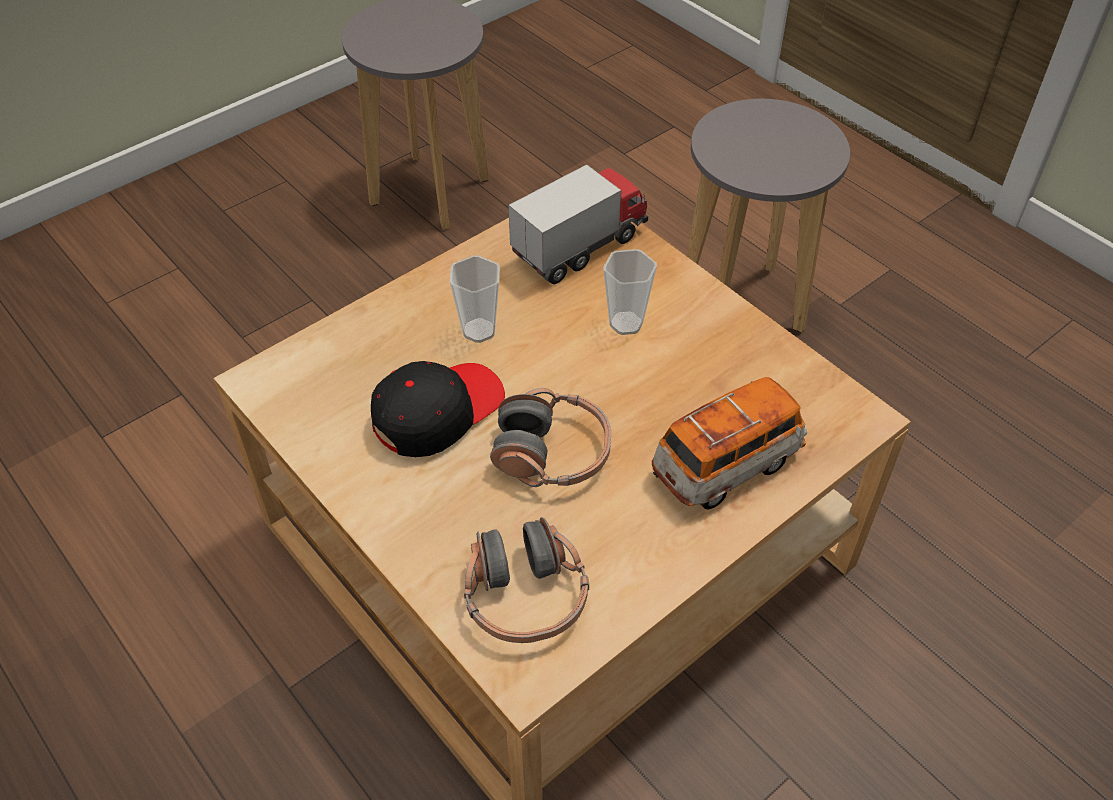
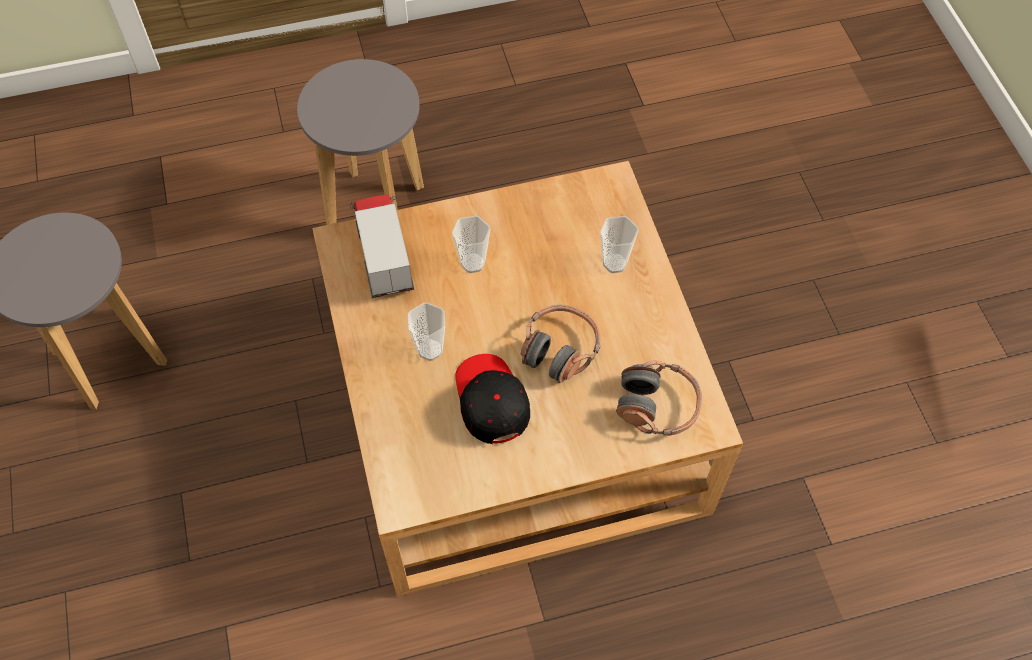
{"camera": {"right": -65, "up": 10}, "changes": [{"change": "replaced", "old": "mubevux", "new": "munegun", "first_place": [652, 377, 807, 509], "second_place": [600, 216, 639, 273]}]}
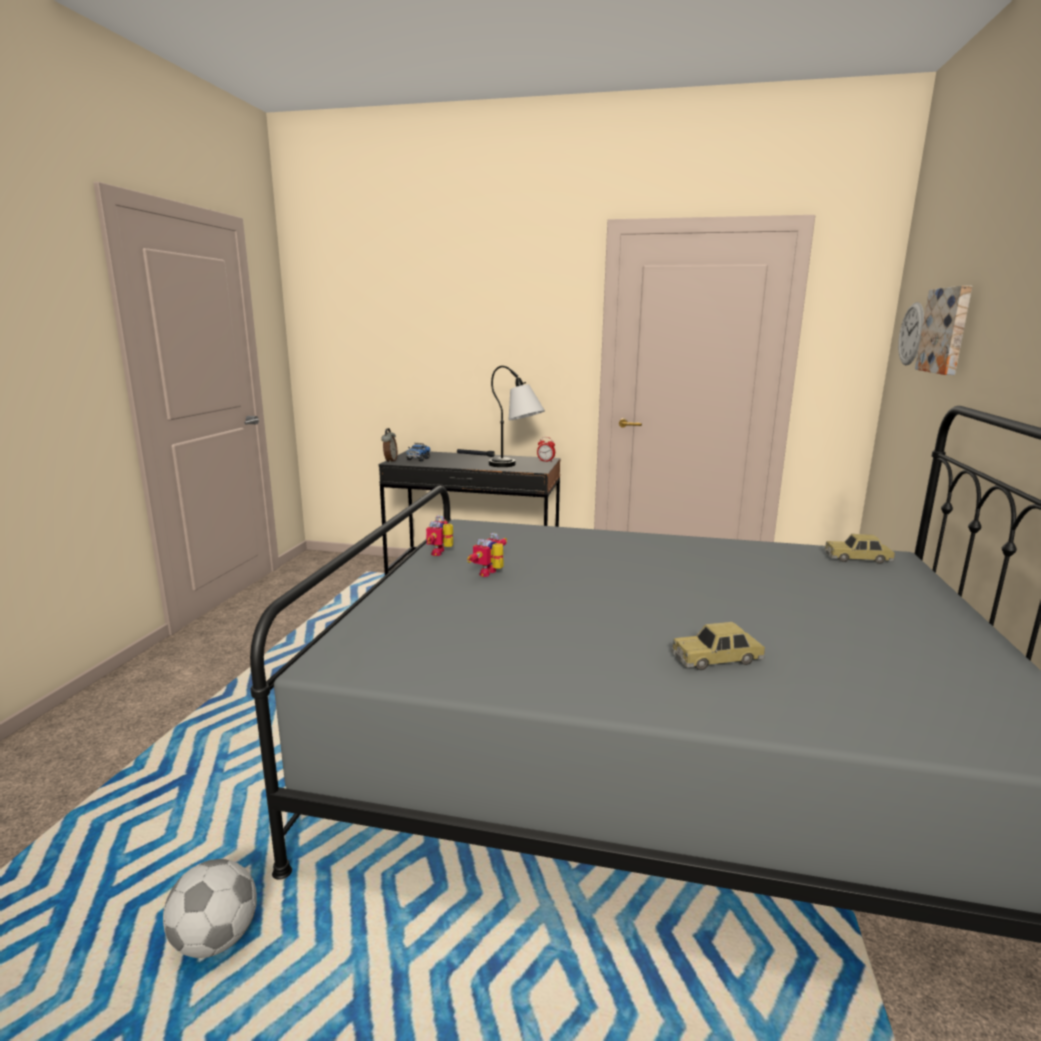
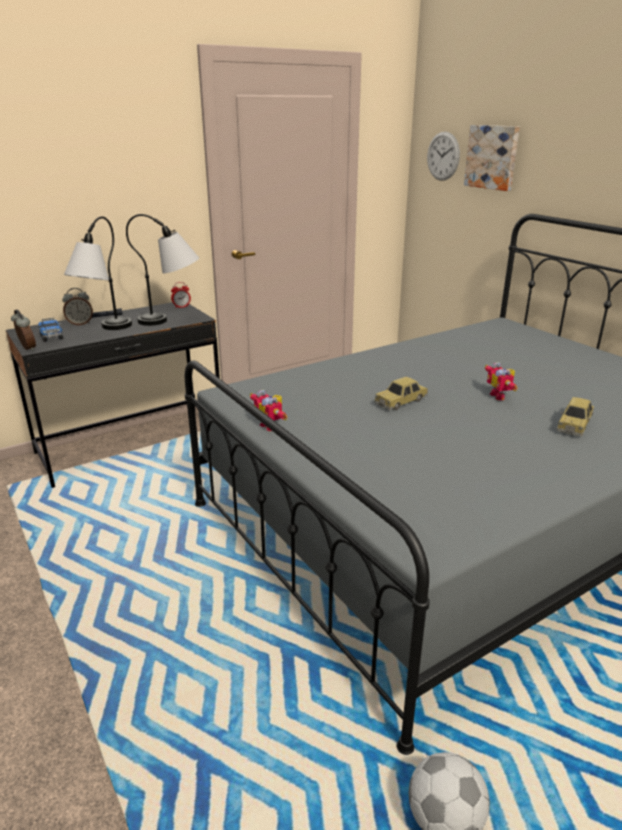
{"camera": {"right": -45, "up": 10}, "changes": [{"change": "moved", "old": "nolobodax", "first_place": [467, 533, 507, 577], "second_place": [485, 362, 518, 400]}, {"change": "moved", "old": "mubevux", "first_place": [824, 534, 895, 564], "second_place": [374, 377, 428, 410]}, {"change": "added", "new": "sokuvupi", "second_place": [64, 216, 132, 330]}, {"change": "added", "new": "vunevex", "second_place": [62, 288, 93, 326]}]}
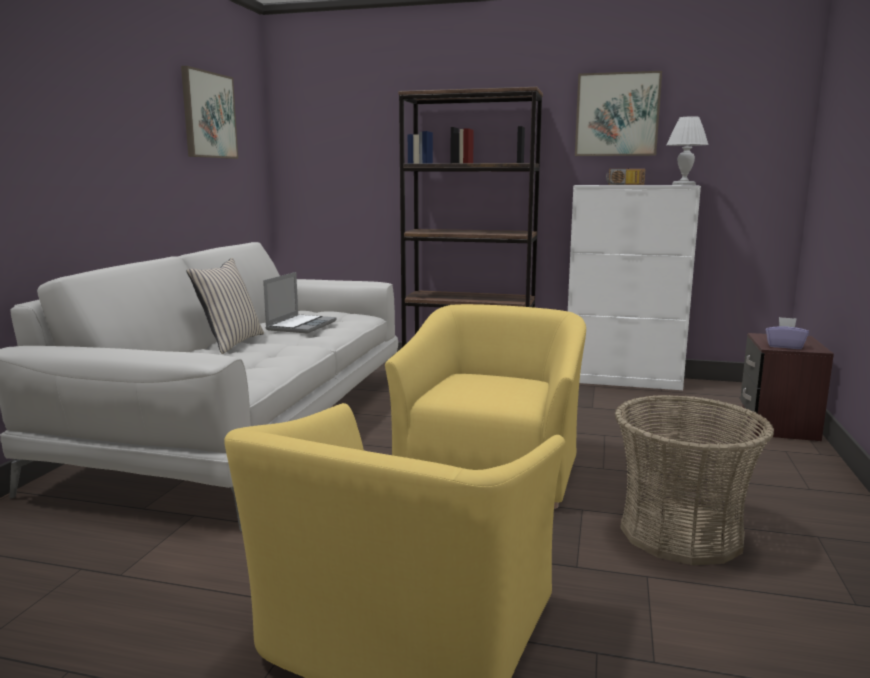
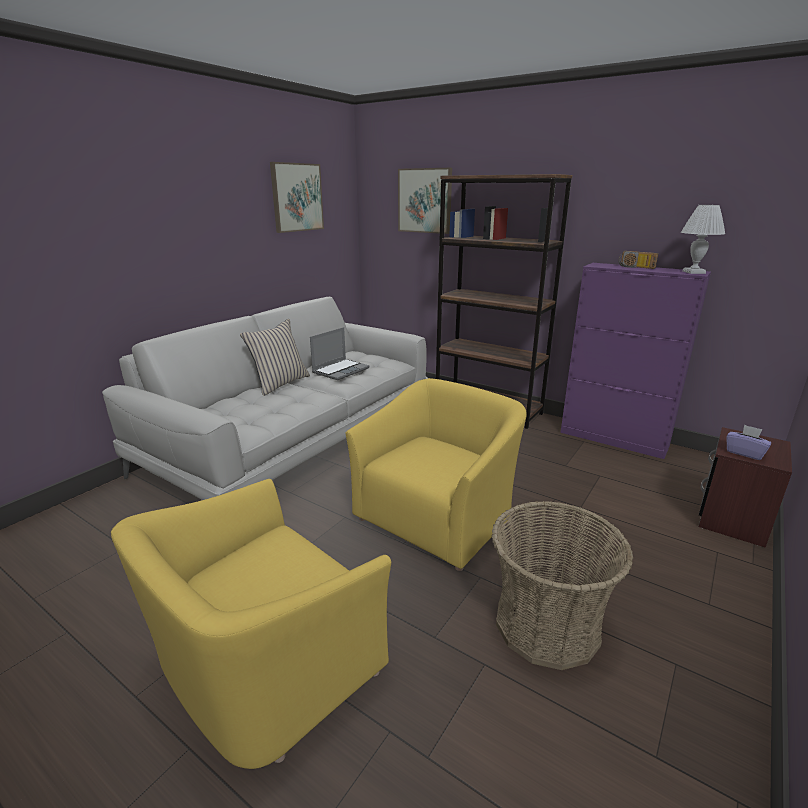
{"camera": {"right": 20, "up": 10}, "changes": [{"change": "moved", "old": "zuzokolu", "first_place": [575, 71, 662, 156], "second_place": [398, 168, 452, 234]}, {"change": "recoloured", "old": "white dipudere", "new": "purple dipudere", "first_place": [568, 185, 701, 390], "second_place": [560, 263, 711, 459]}]}
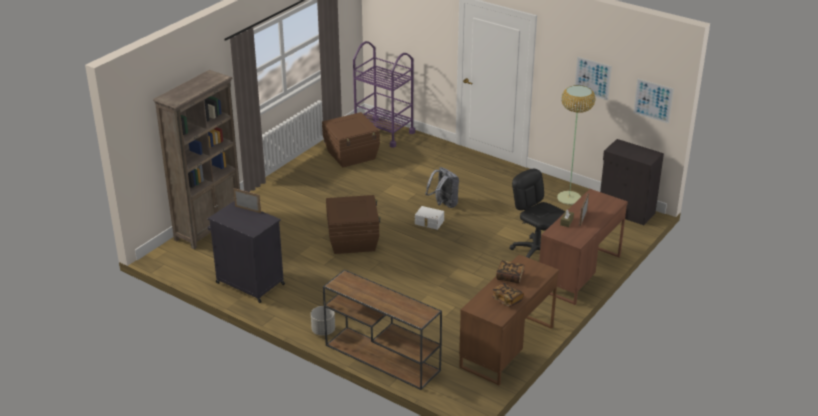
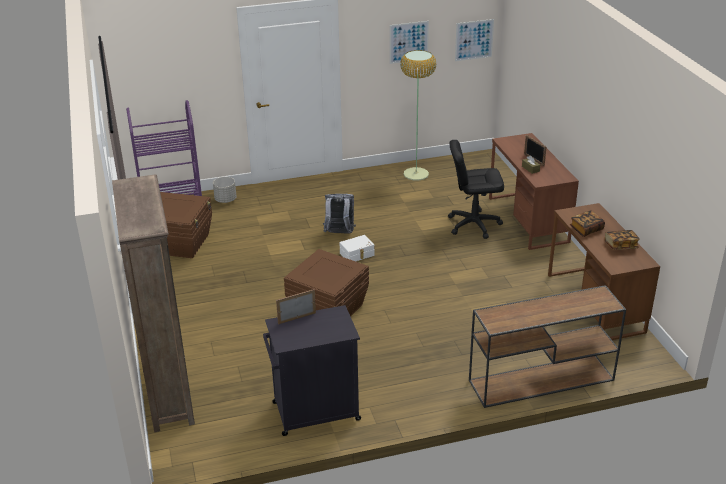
{"camera": {"right": -50, "up": 0}, "changes": [{"change": "removed", "old": "black dipudere", "first_place": [600, 139, 664, 225]}, {"change": "moved", "old": "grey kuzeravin", "first_place": [311, 306, 335, 336], "second_place": [213, 177, 237, 203]}]}
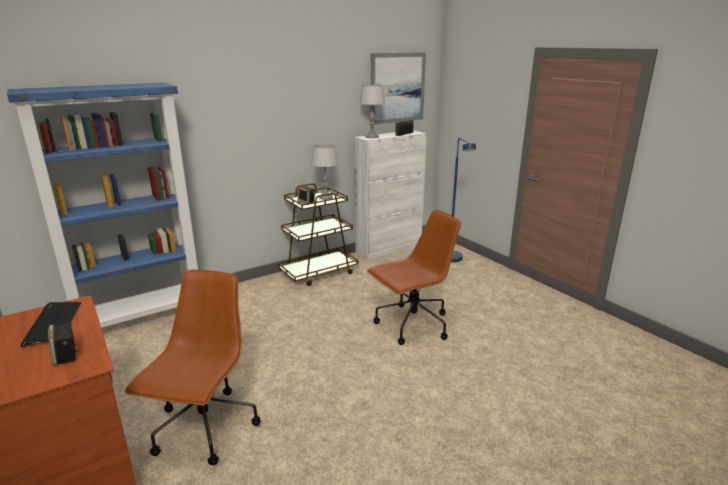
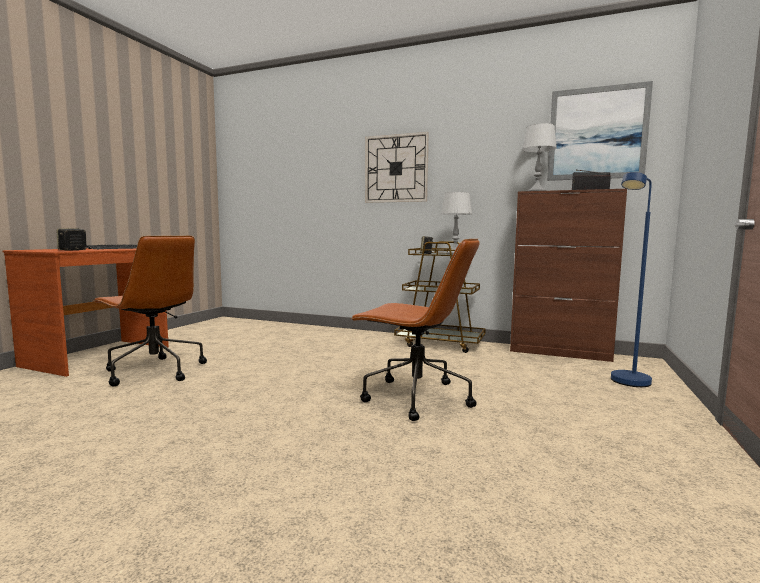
{"camera": {"right": 55, "up": -15}, "changes": [{"change": "removed", "old": "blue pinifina", "first_place": [7, 83, 198, 328]}, {"change": "recoloured", "old": "white dipudere", "new": "brown dipudere", "first_place": [355, 130, 427, 260], "second_place": [510, 189, 627, 362]}, {"change": "turned", "old": "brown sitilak", "first_place": [125, 269, 261, 465], "second_place": [93, 236, 207, 386], "degrees": 60}, {"change": "added", "new": "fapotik", "second_place": [365, 132, 429, 203]}]}
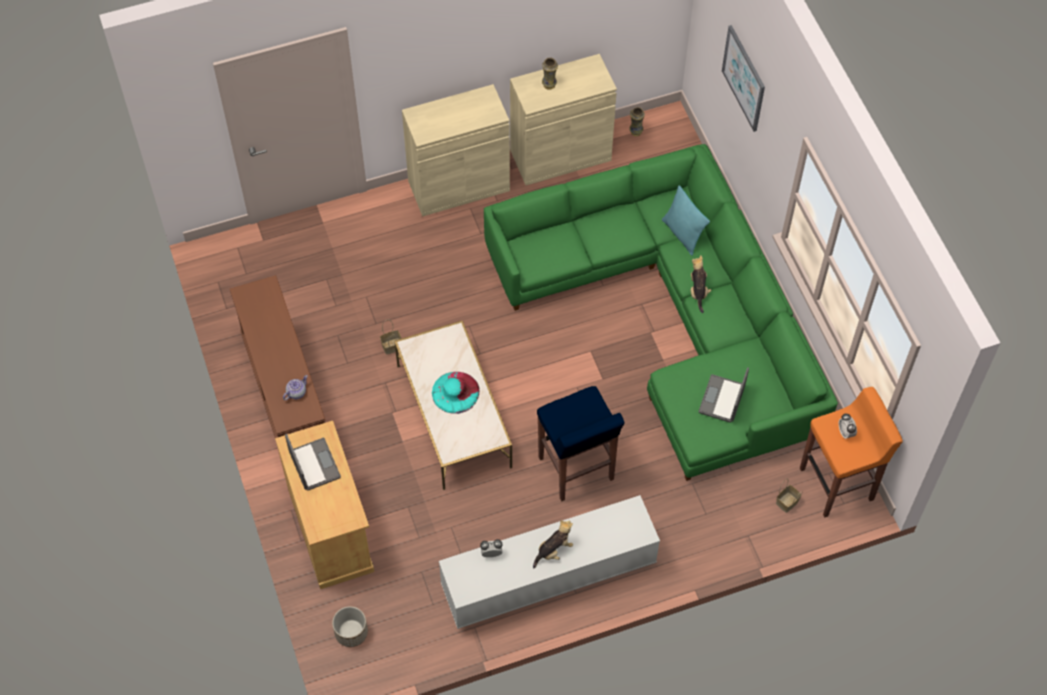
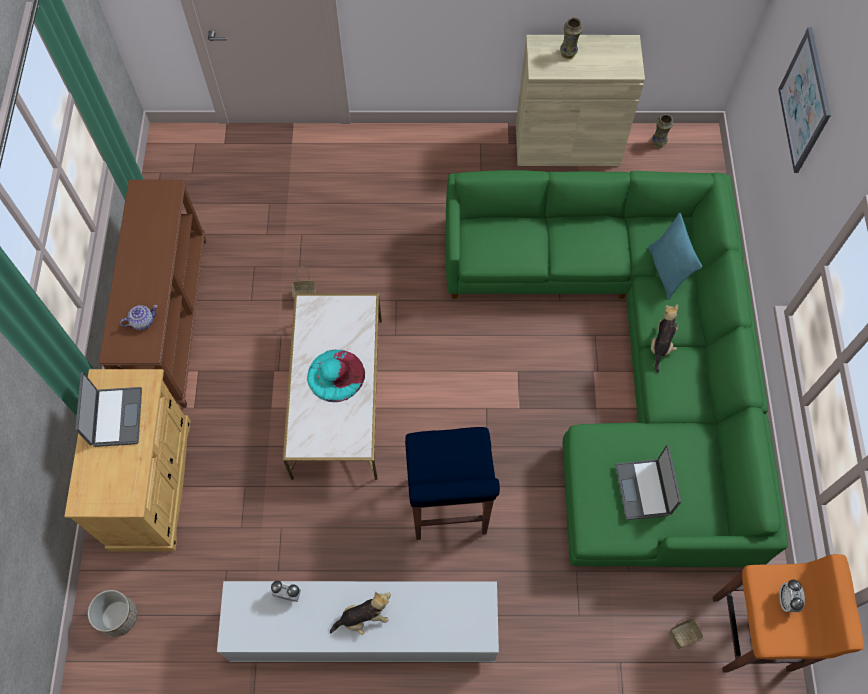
{"camera": {"right": 20, "up": 5}, "changes": [{"change": "removed", "old": "beige dipudere", "first_place": [402, 84, 510, 217]}, {"change": "turned", "old": "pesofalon", "first_place": [699, 367, 749, 423], "second_place": [616, 445, 681, 520], "degrees": -45}]}
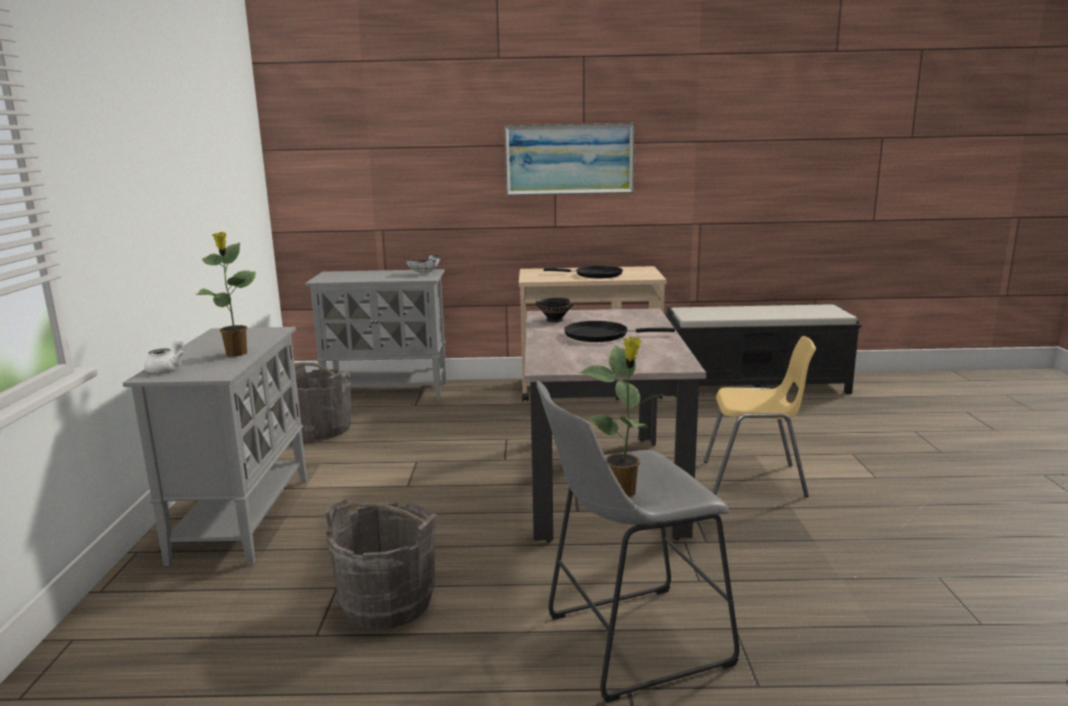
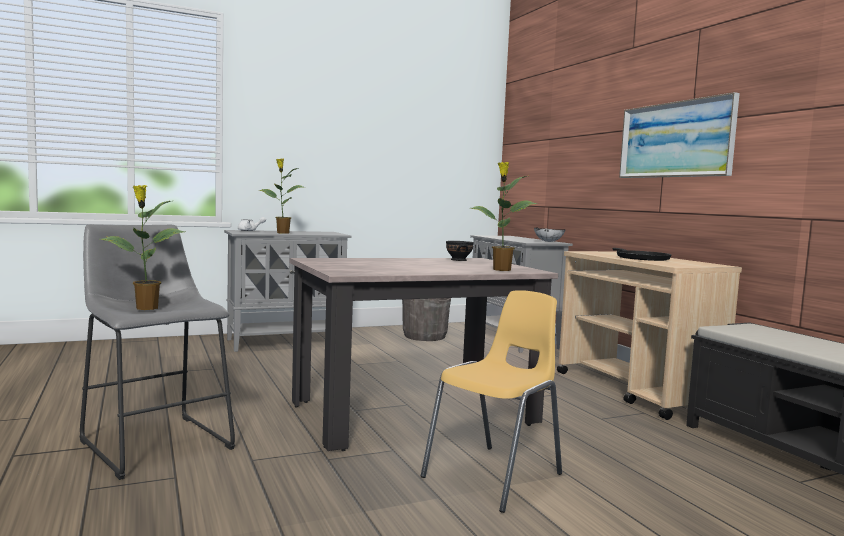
{"camera": {"right": 65, "up": -10}, "changes": [{"change": "removed", "old": "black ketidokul", "first_place": [564, 321, 675, 342]}, {"change": "turned", "old": "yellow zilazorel", "first_place": [704, 336, 816, 497], "second_place": [421, 290, 562, 513], "degrees": -120}, {"change": "removed", "old": "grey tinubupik", "first_place": [325, 499, 437, 629]}, {"change": "added", "new": "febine", "second_place": [471, 162, 537, 271]}]}
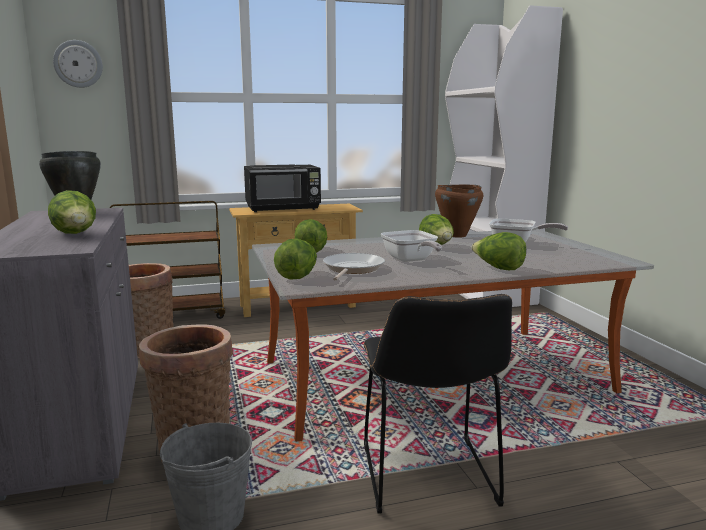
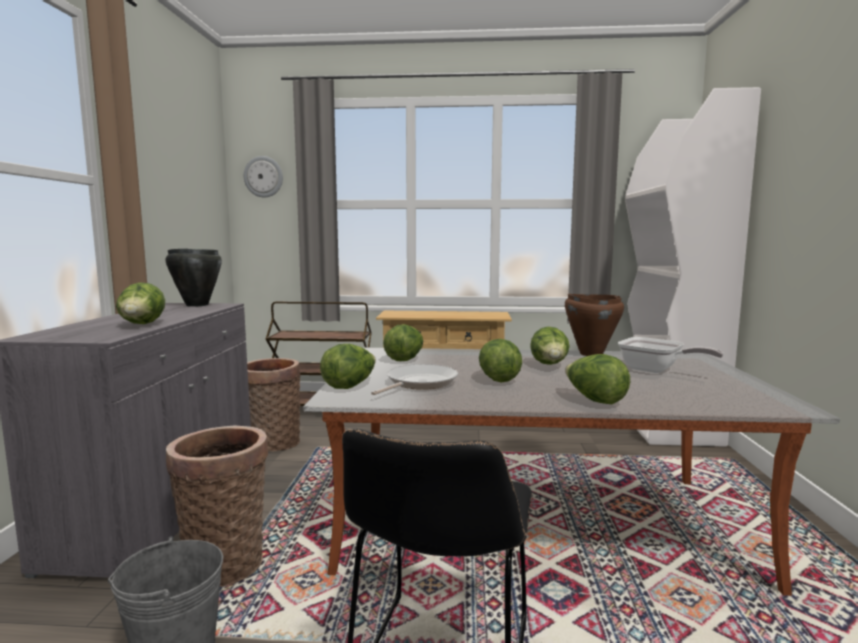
{"camera": {"right": 20, "up": -5}, "changes": [{"change": "removed", "old": "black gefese", "first_place": [244, 165, 321, 212]}, {"change": "replaced", "old": "ketidokul", "new": "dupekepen", "first_place": [381, 230, 442, 262], "second_place": [479, 339, 522, 383]}]}
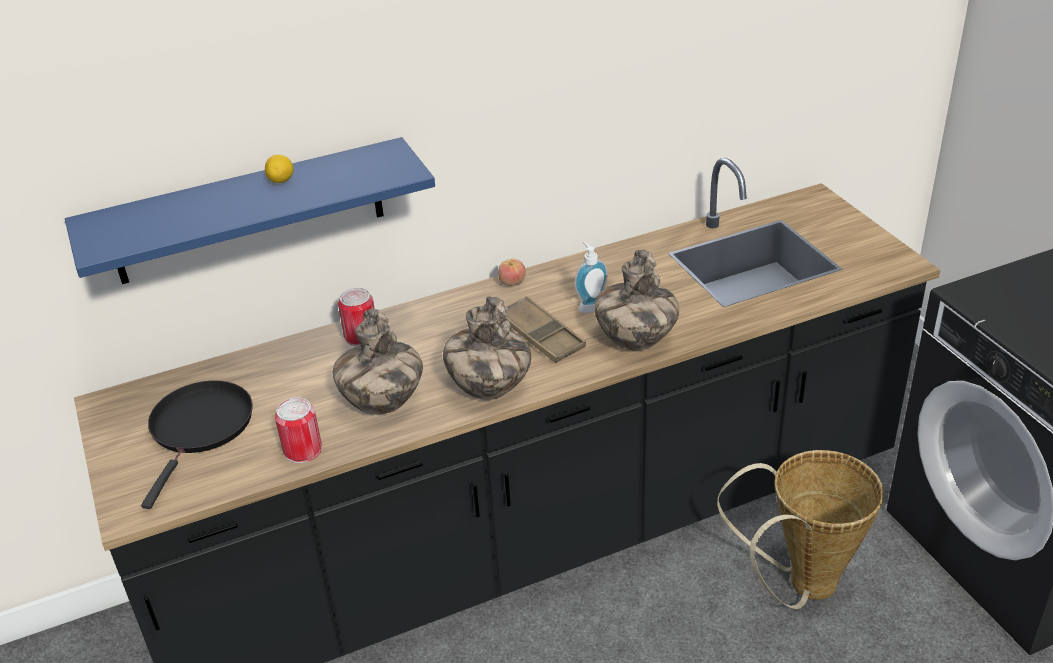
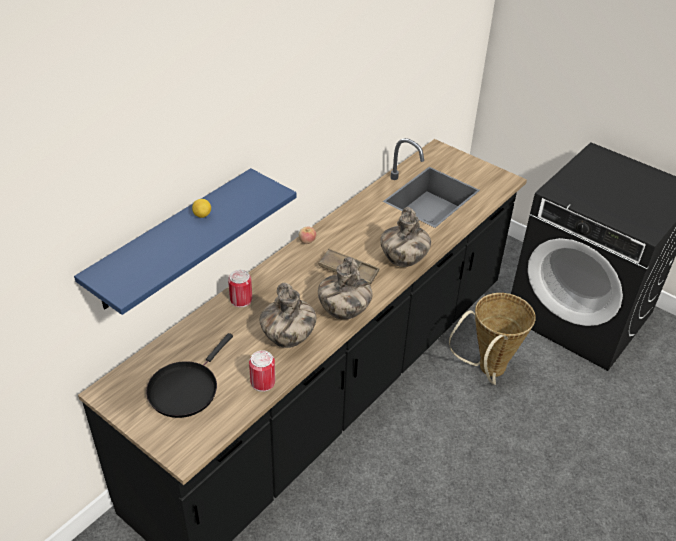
{"camera": {"right": -30, "up": 5}, "changes": [{"change": "removed", "old": "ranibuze", "first_place": [575, 242, 608, 313]}, {"change": "turned", "old": "black ketidokul", "first_place": [141, 381, 253, 509], "second_place": [146, 333, 233, 418], "degrees": -135}]}
